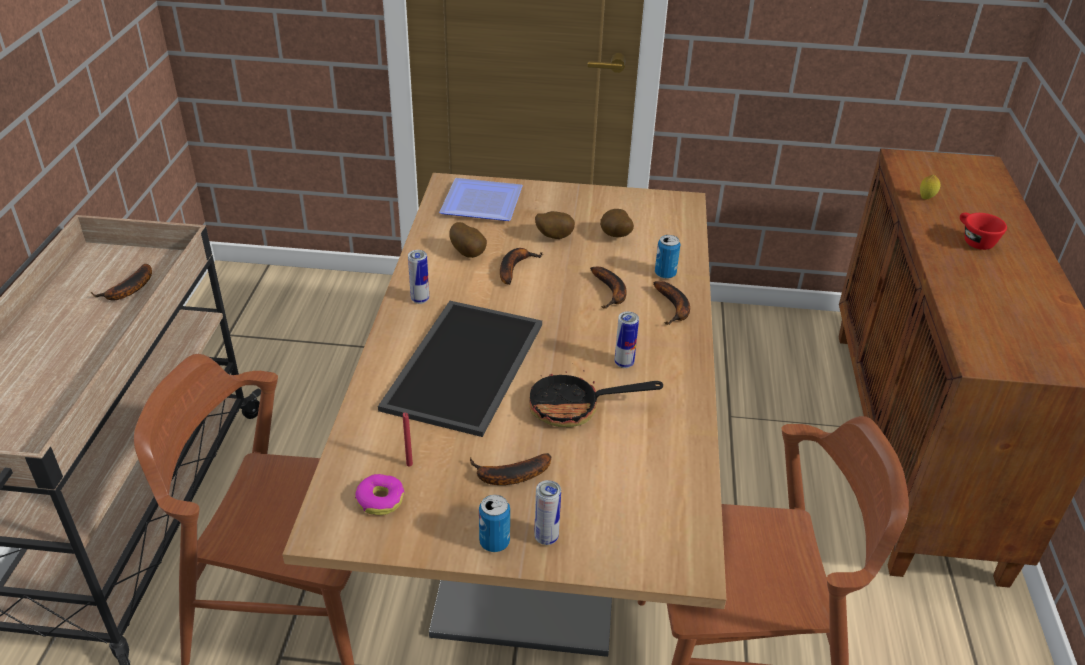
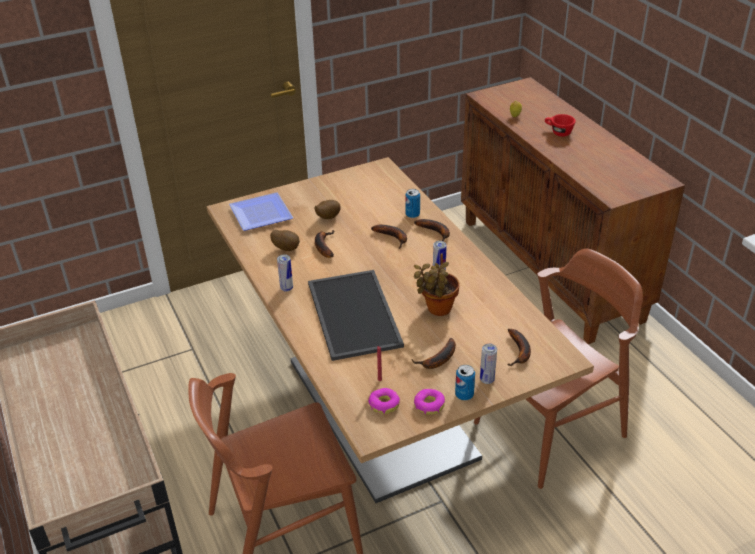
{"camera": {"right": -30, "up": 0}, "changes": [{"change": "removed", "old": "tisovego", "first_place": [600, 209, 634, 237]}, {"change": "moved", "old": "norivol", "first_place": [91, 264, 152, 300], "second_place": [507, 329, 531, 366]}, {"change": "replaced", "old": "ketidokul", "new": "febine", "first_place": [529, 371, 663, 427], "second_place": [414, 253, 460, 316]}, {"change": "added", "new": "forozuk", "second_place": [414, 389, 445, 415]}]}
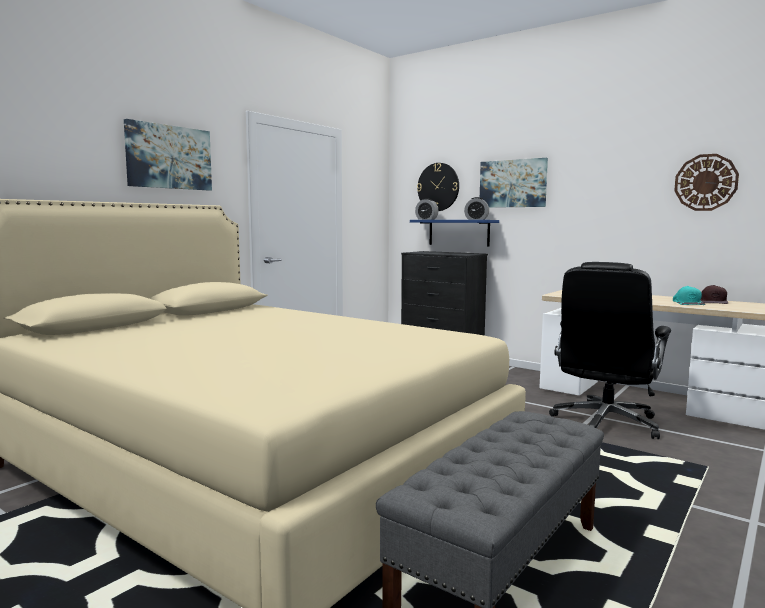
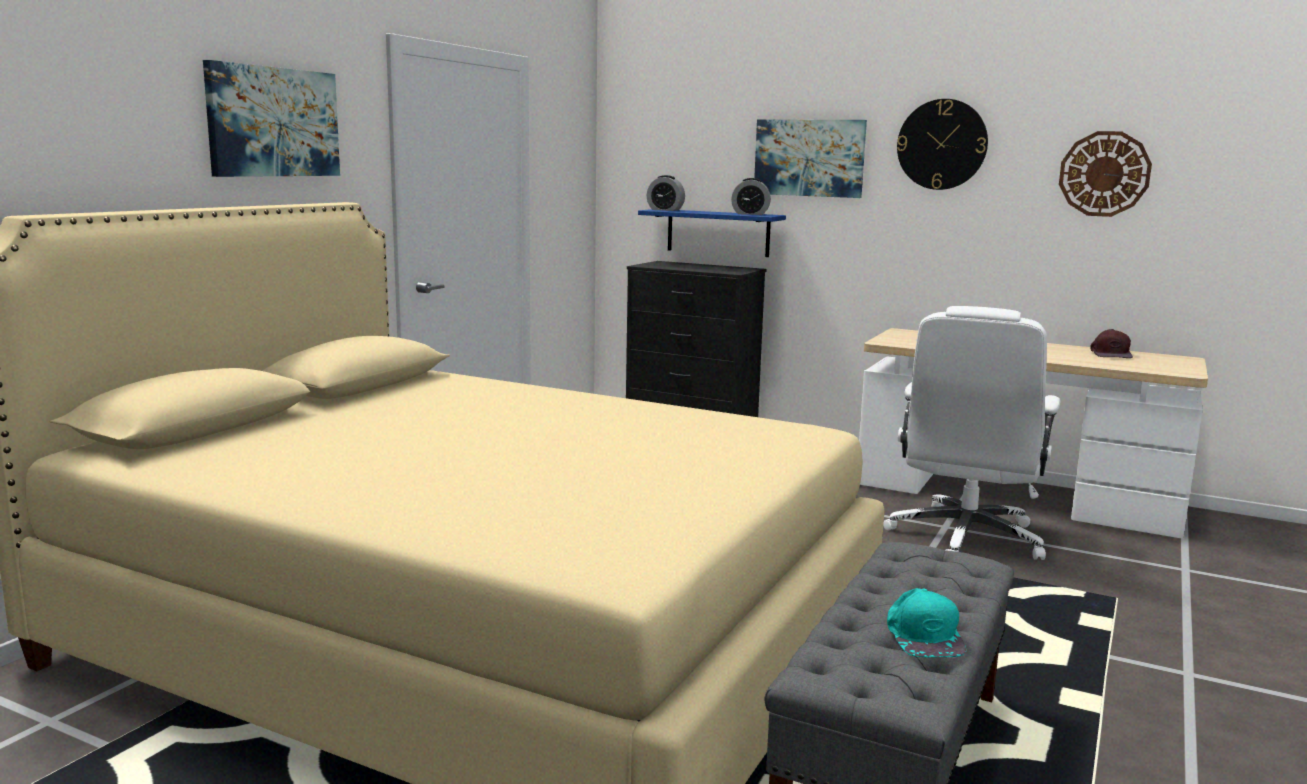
{"camera": {"right": -10, "up": 5}, "changes": [{"change": "moved", "old": "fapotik", "first_place": [417, 163, 459, 211], "second_place": [897, 99, 988, 190]}, {"change": "recoloured", "old": "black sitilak", "new": "white sitilak", "first_place": [549, 262, 671, 439], "second_place": [883, 306, 1061, 560]}, {"change": "moved", "old": "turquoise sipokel", "first_place": [673, 286, 705, 305], "second_place": [887, 588, 966, 657]}]}
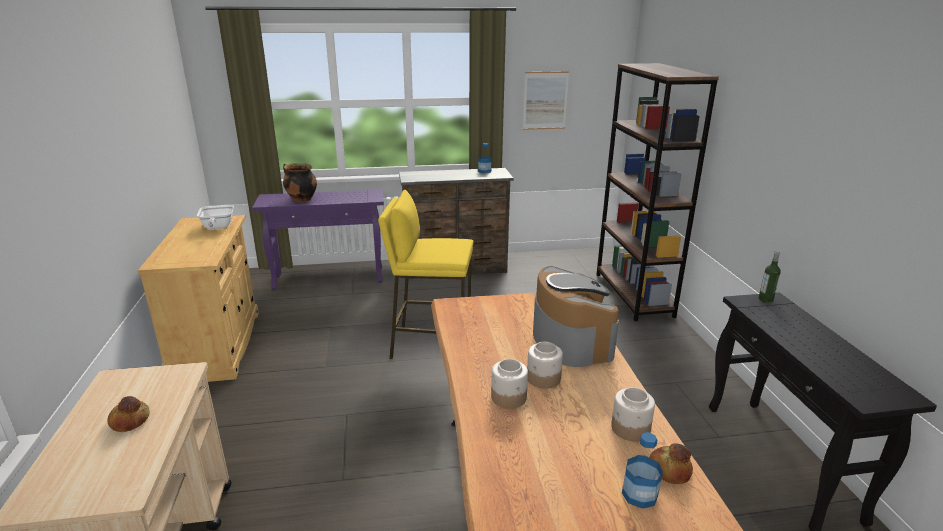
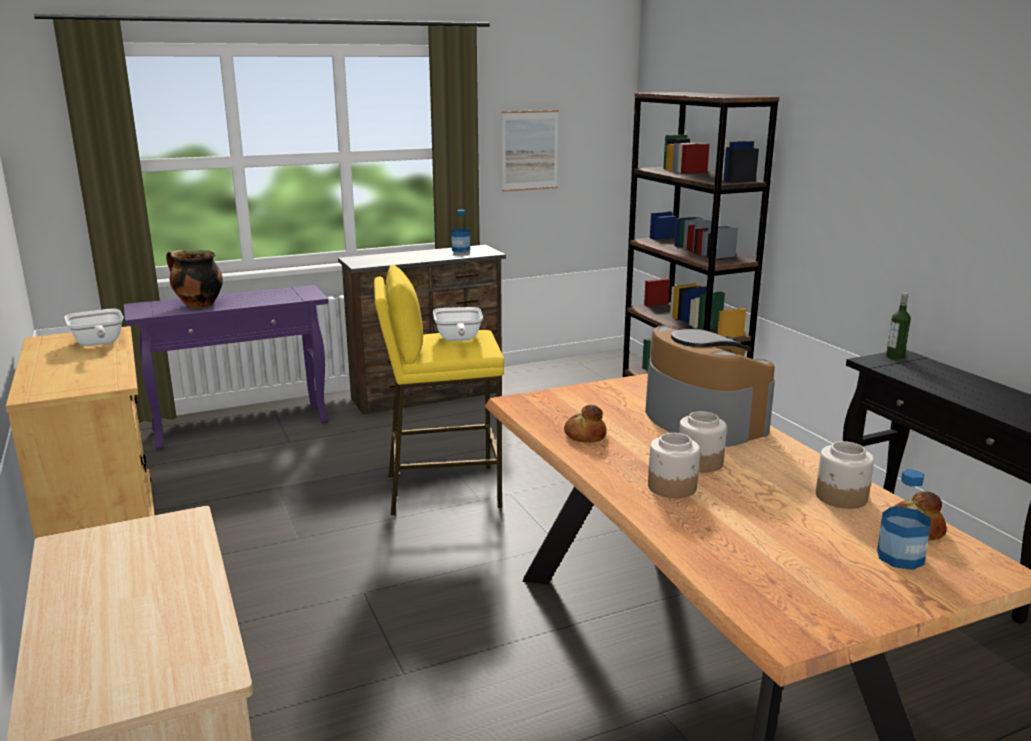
{"camera": {"right": -15, "up": -5}, "changes": [{"change": "moved", "old": "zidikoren", "first_place": [107, 396, 150, 432], "second_place": [564, 405, 607, 443]}, {"change": "added", "new": "ketidokul", "second_place": [433, 307, 483, 341]}]}
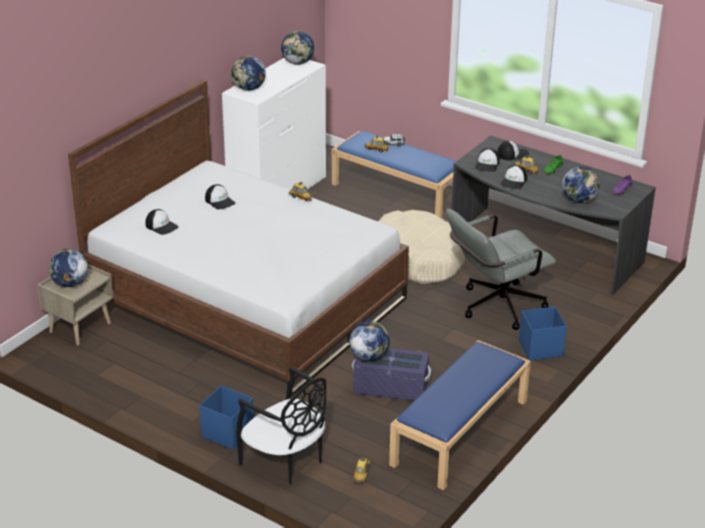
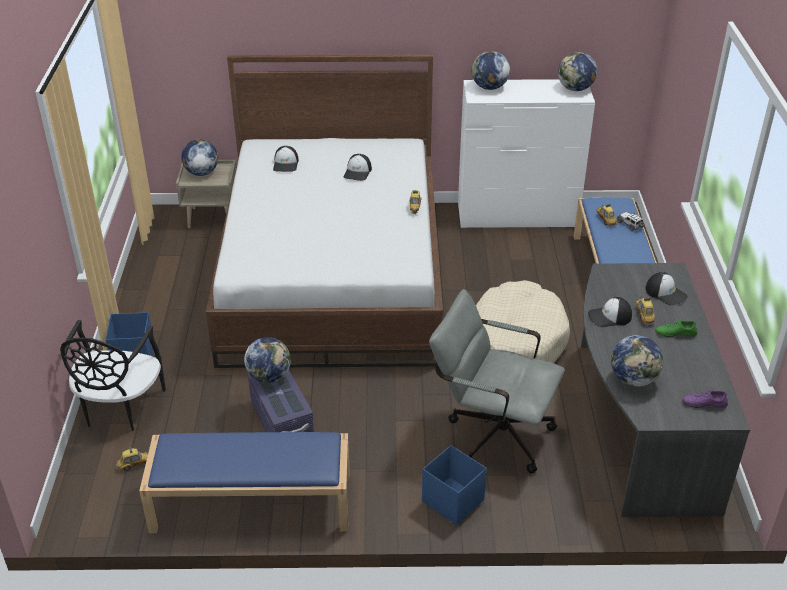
{"camera": {"right": 55, "up": 5}, "changes": [{"change": "removed", "old": "sipokel", "first_place": [475, 148, 500, 172]}]}
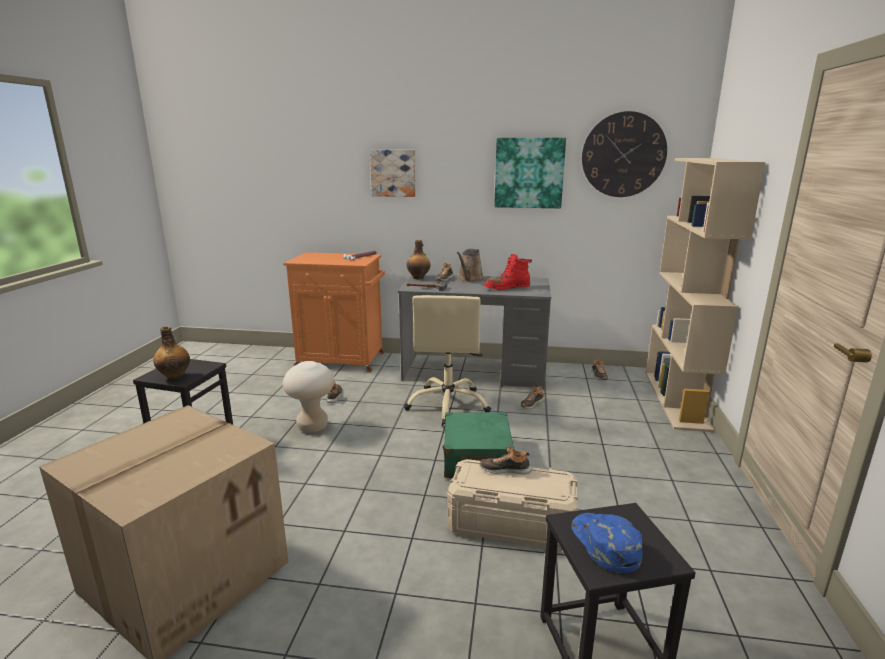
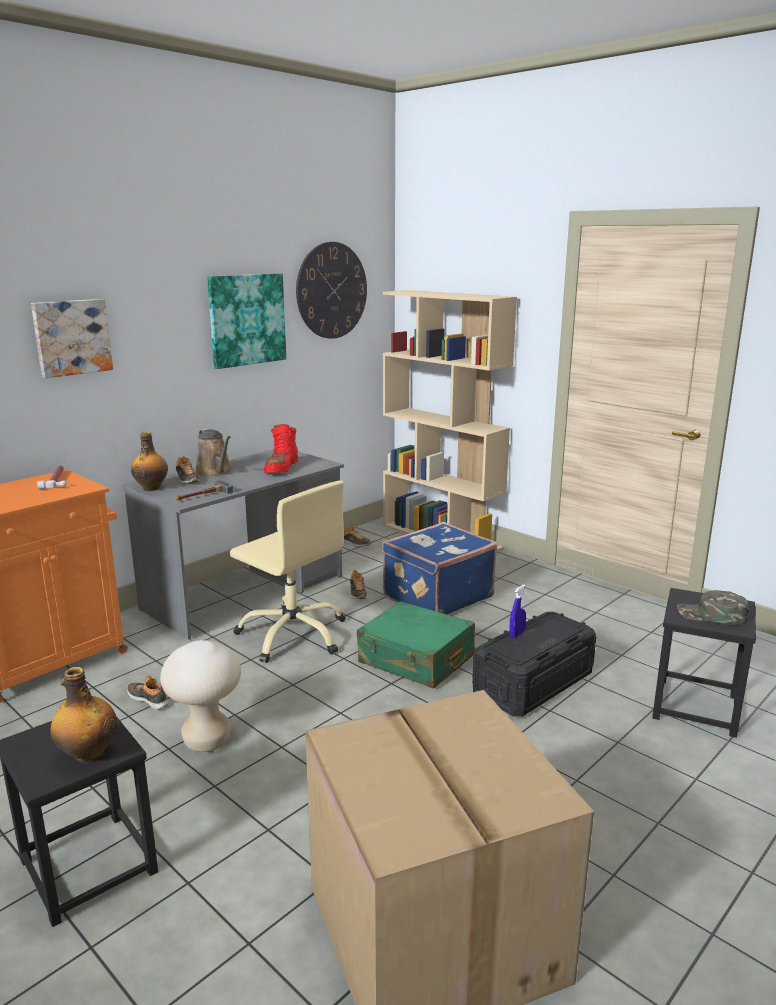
{"camera": {"right": -55, "up": 0}, "changes": [{"change": "replaced", "old": "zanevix", "new": "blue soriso", "first_place": [480, 446, 532, 475], "second_place": [509, 584, 526, 638]}, {"change": "recoloured", "old": "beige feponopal", "new": "black feponopal", "first_place": [447, 459, 578, 550], "second_place": [472, 612, 596, 717]}, {"change": "recoloured", "old": "blue sipokel", "new": "green sipokel", "first_place": [571, 513, 642, 573], "second_place": [677, 590, 749, 625]}, {"change": "added", "new": "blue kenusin", "second_place": [382, 522, 498, 614]}]}
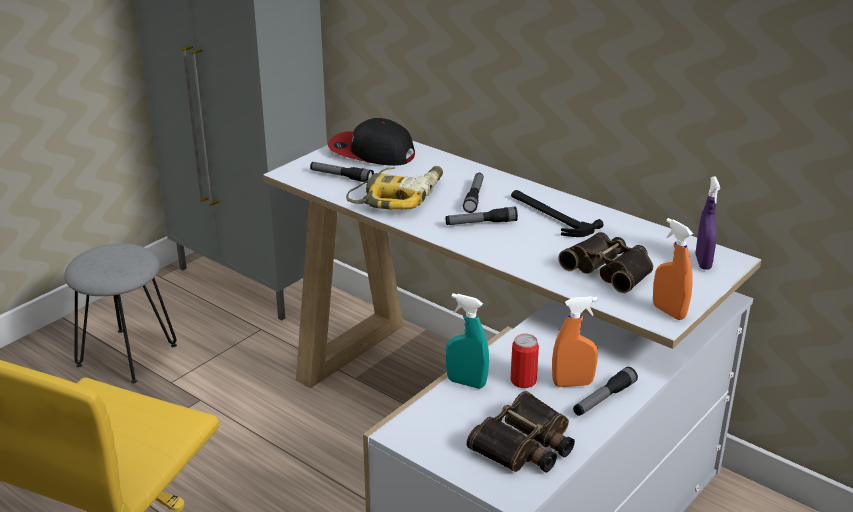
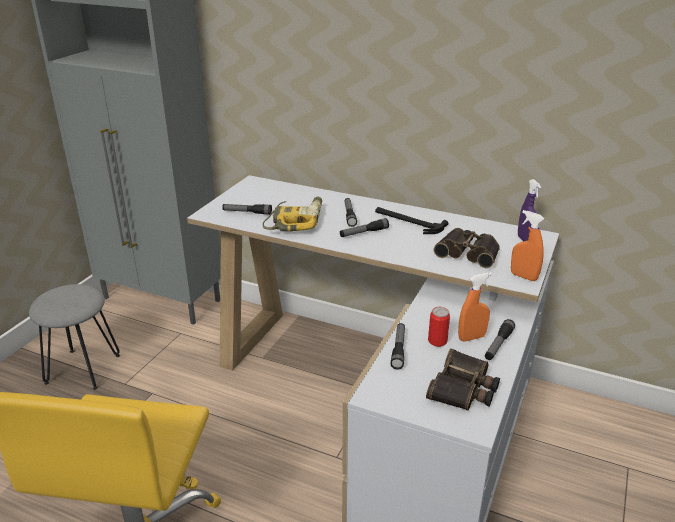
{"camera": {"right": -15, "up": 0}, "changes": [{"change": "removed", "old": "sipokel", "first_place": [327, 118, 415, 166]}, {"change": "replaced", "old": "turquoise soriso", "new": "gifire", "first_place": [445, 293, 489, 389], "second_place": [390, 323, 405, 369]}]}
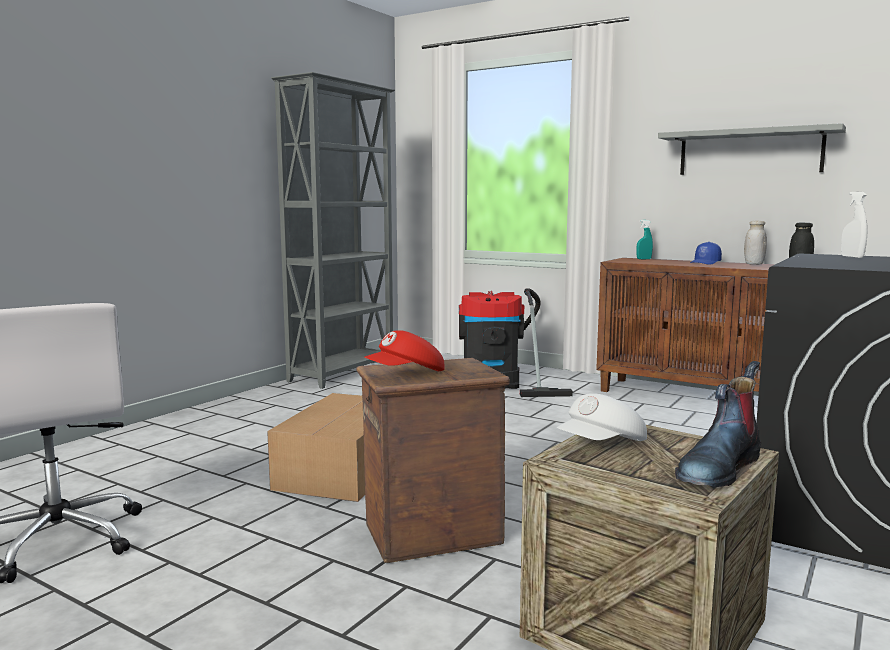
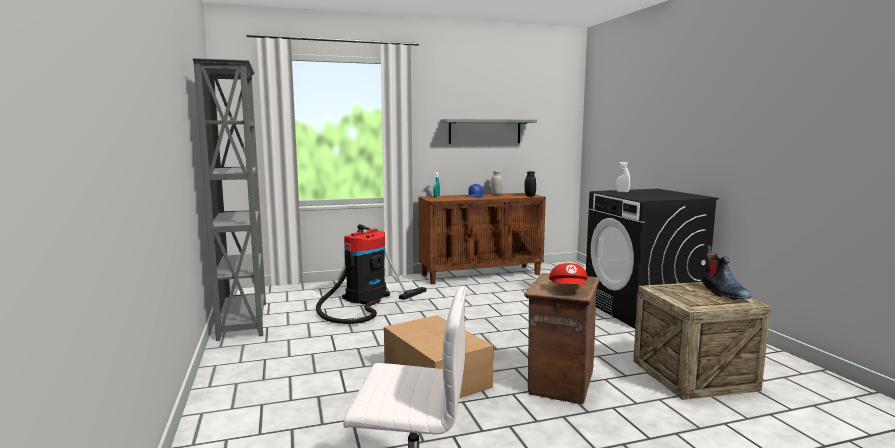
{"camera": {"right": -50, "up": 0}, "changes": [{"change": "removed", "old": "white sipokel", "first_place": [557, 393, 647, 441]}]}
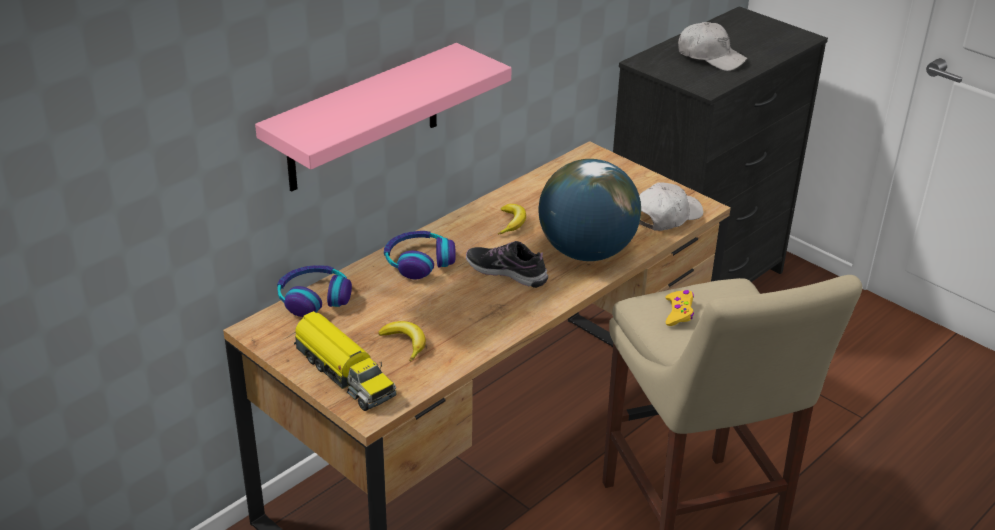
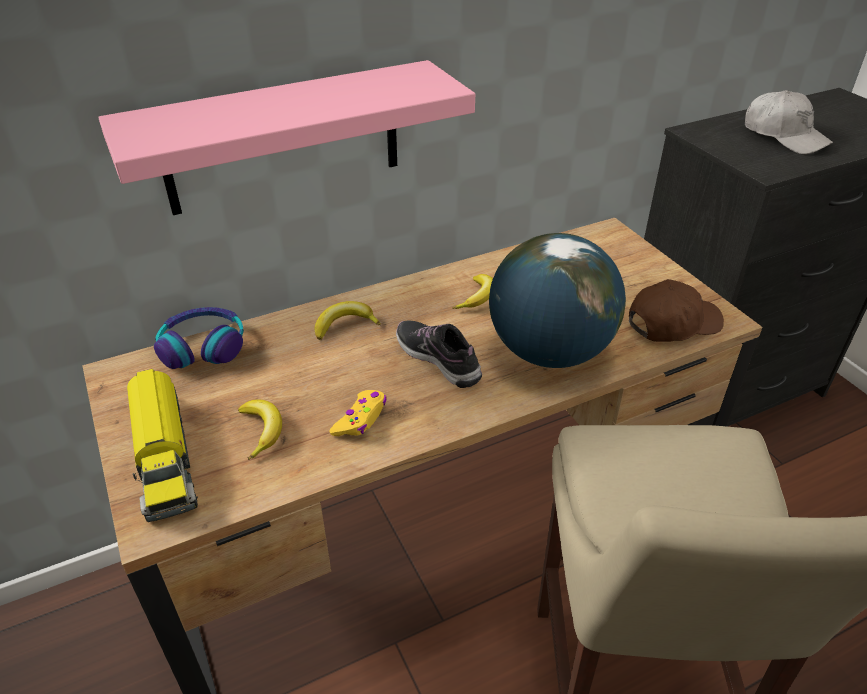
{"camera": {"right": 20, "up": 5}, "changes": [{"change": "recoloured", "old": "white sipokel", "new": "brown sipokel", "first_place": [639, 182, 704, 231], "second_place": [629, 279, 724, 342]}, {"change": "replaced", "old": "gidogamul", "new": "norivol", "first_place": [384, 231, 456, 279], "second_place": [315, 301, 381, 340]}, {"change": "moved", "old": "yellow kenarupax", "first_place": [665, 290, 694, 326], "second_place": [329, 390, 387, 436]}]}
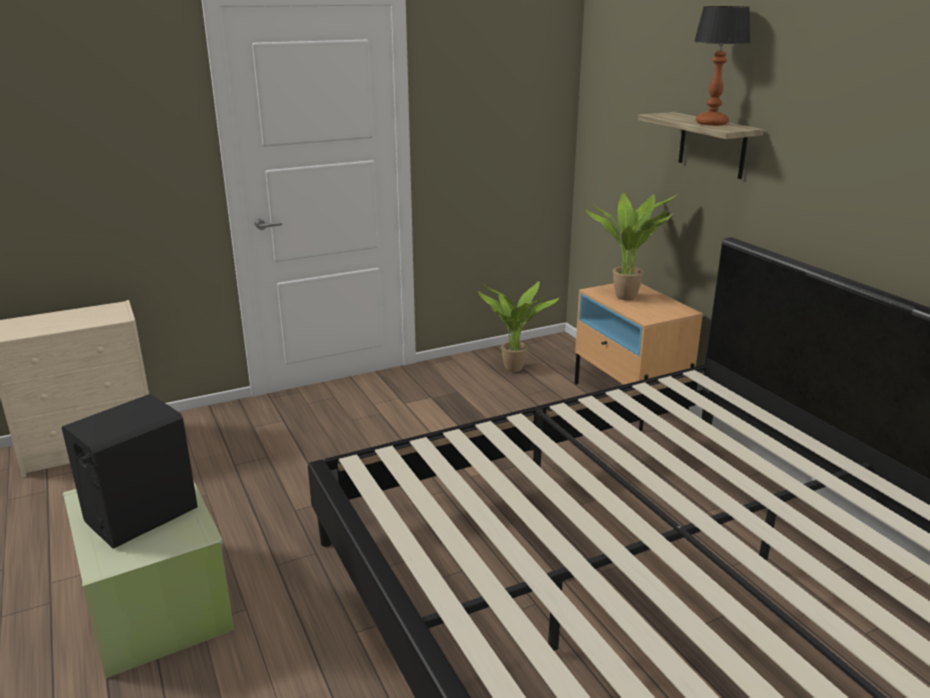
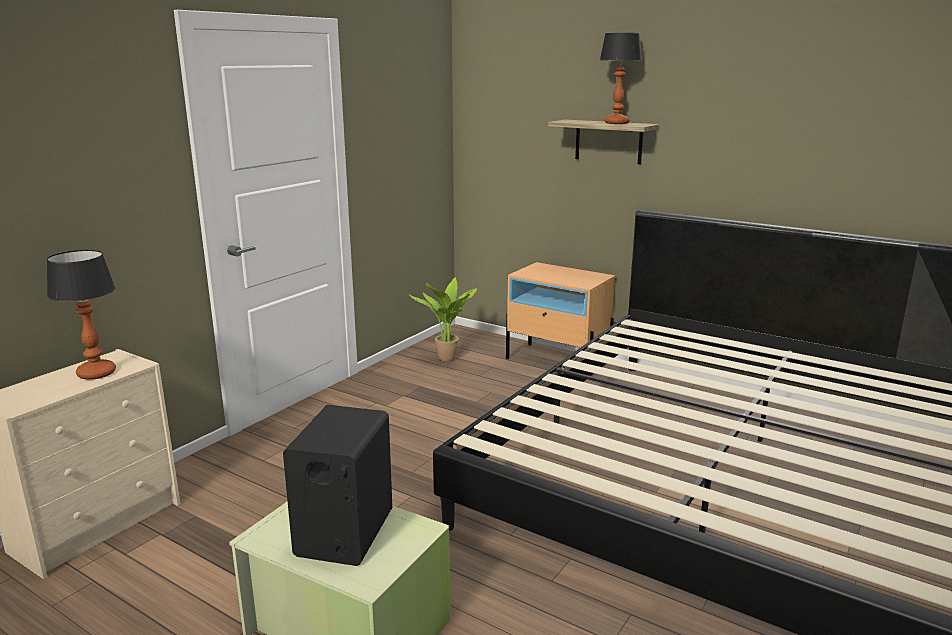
{"camera": {"right": -30, "up": -5}, "changes": [{"change": "removed", "old": "febine", "first_place": [586, 191, 681, 300]}, {"change": "added", "new": "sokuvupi", "second_place": [47, 250, 116, 380]}]}
